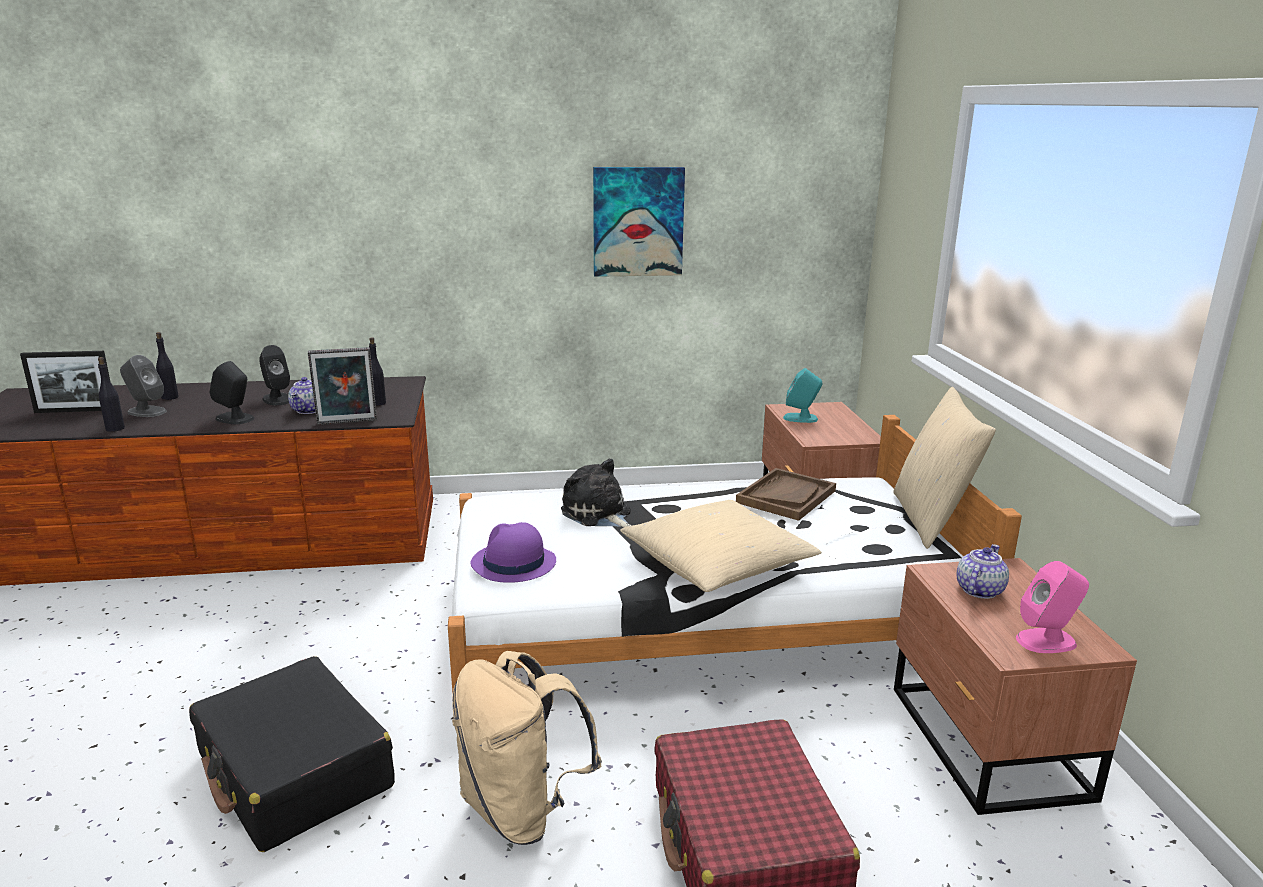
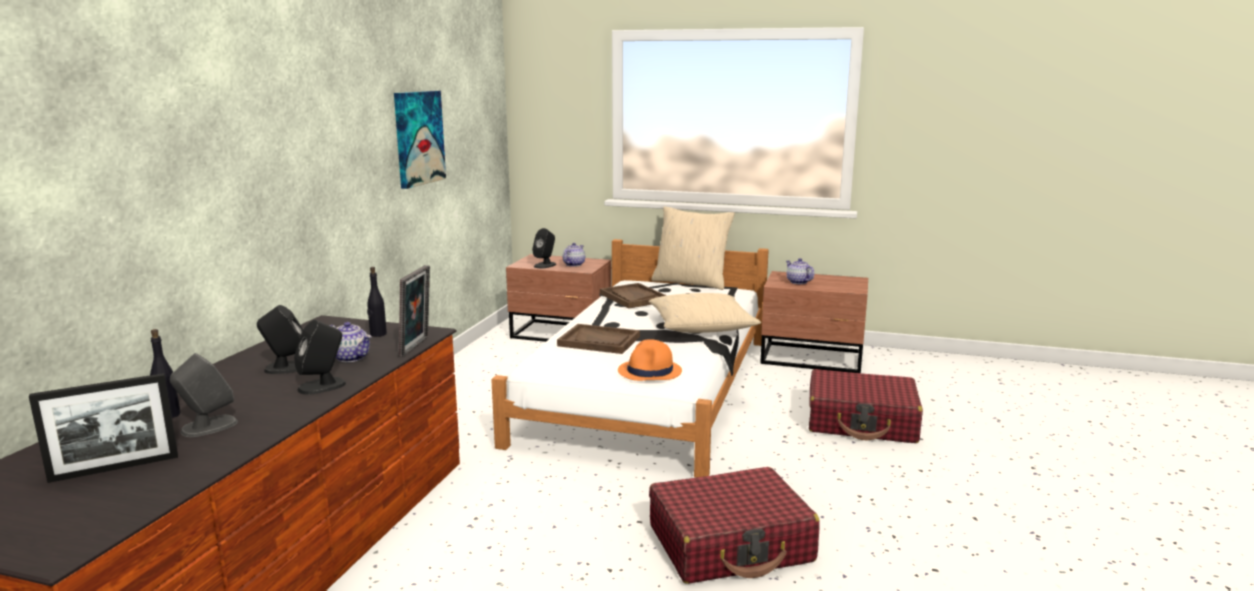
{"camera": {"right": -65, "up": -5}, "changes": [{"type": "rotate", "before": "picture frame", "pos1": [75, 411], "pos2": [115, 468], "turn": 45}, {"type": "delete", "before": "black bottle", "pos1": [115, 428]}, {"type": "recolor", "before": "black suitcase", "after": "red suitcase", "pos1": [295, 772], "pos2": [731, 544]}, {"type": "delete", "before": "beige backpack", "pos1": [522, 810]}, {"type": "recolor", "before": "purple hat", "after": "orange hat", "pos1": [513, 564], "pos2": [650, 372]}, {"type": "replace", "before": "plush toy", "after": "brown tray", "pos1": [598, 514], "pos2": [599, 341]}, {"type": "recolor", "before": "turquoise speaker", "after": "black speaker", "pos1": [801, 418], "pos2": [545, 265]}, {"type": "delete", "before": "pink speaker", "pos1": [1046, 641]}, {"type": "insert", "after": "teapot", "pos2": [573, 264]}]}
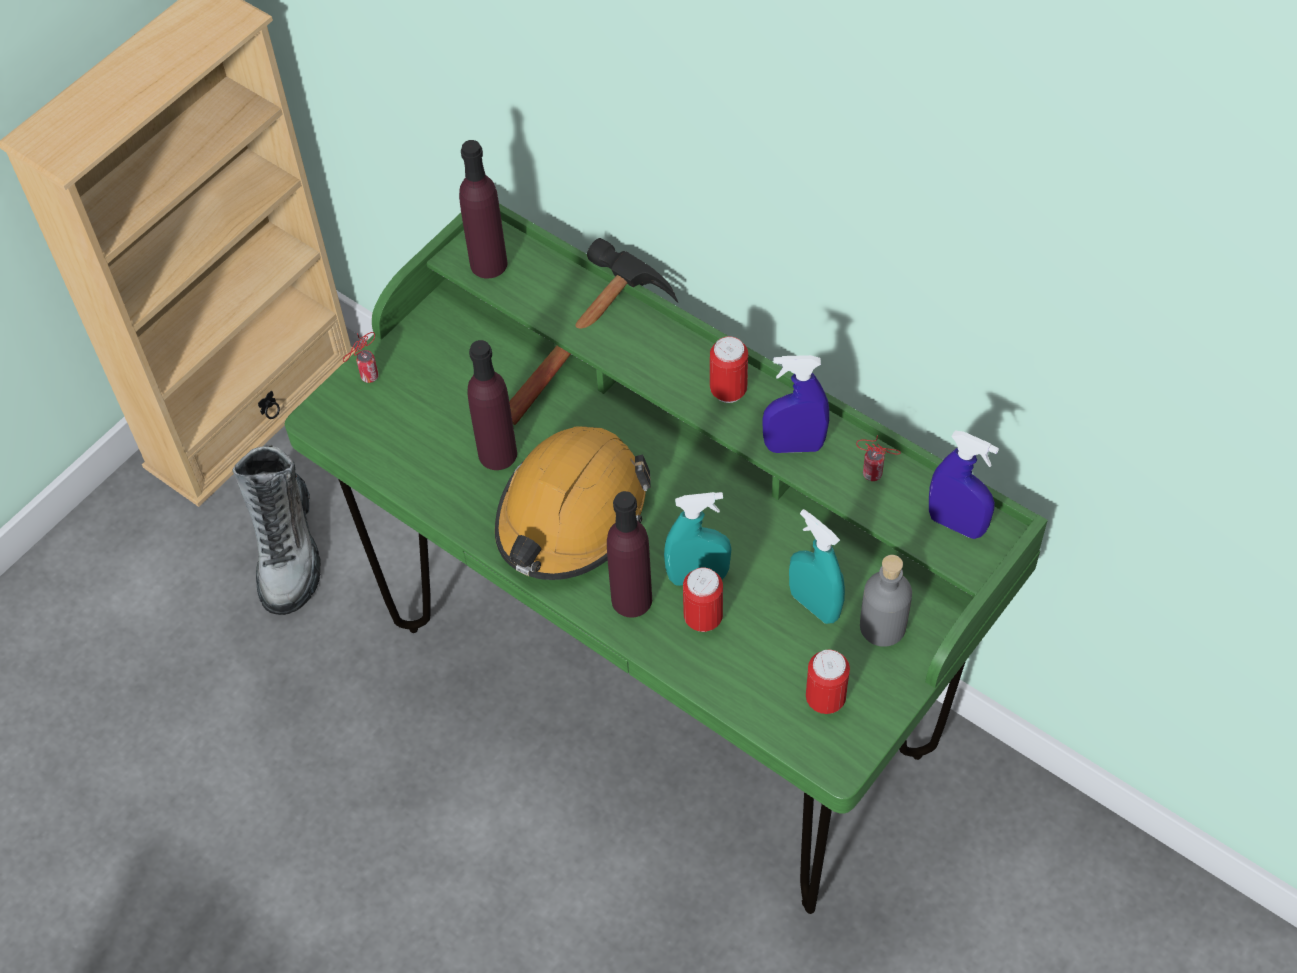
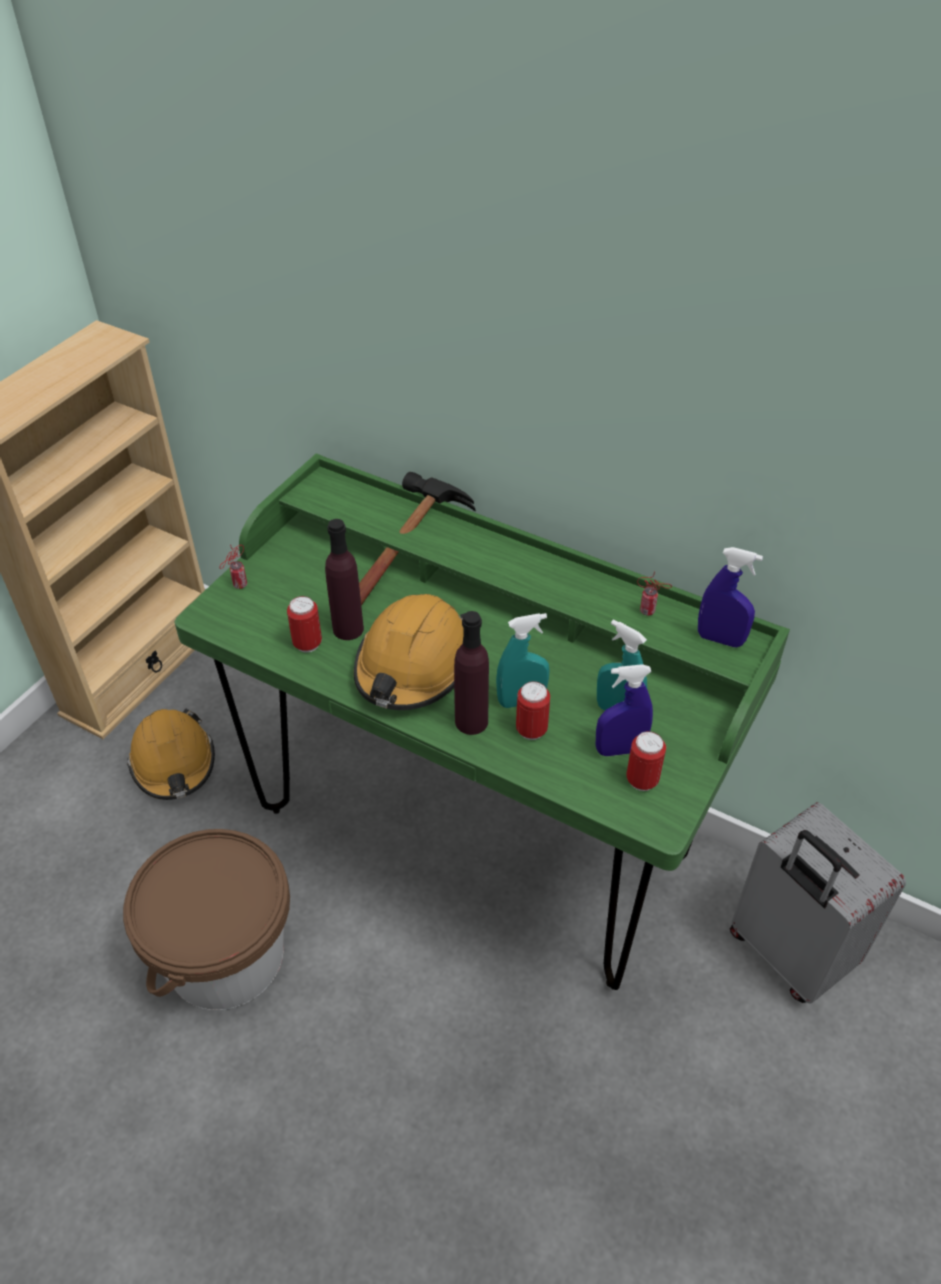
{"camera": {"right": -10, "up": -10}, "changes": [{"type": "replace", "before": "boot", "after": "orange hard hat", "pos1": [287, 549], "pos2": [173, 763]}, {"type": "delete", "before": "purple bottle", "pos1": [488, 264]}, {"type": "move", "before": "can", "pos1": [728, 391], "pos2": [307, 644]}, {"type": "move", "before": "blue spray bottle", "pos1": [794, 446], "pos2": [620, 750]}, {"type": "delete", "before": "grey bottle", "pos1": [882, 627]}, {"type": "insert", "after": "brown bucket", "pos2": [225, 955]}, {"type": "insert", "after": "grey suitcase", "pos2": [787, 954]}]}
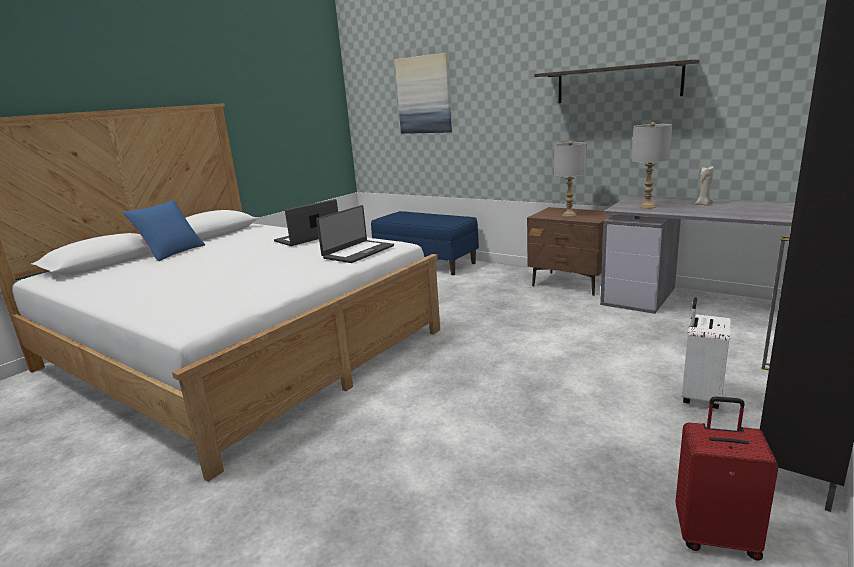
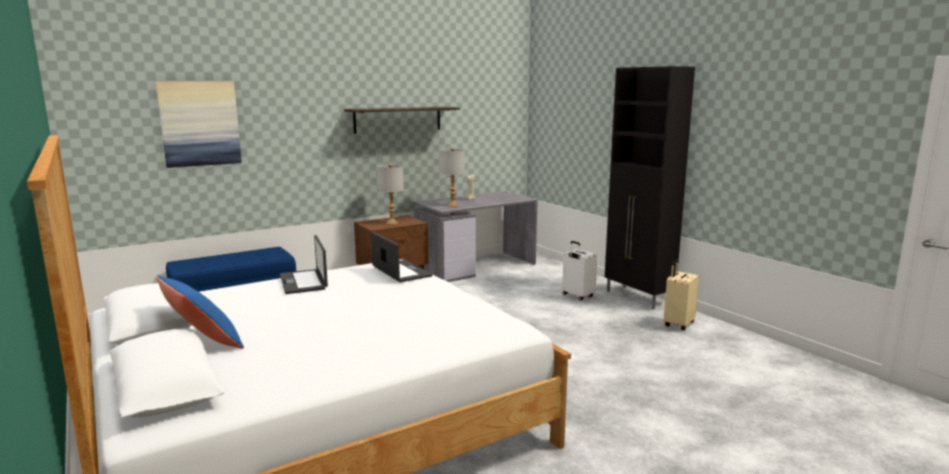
{"camera": {"right": -70, "up": -5}, "changes": [{"type": "recolor", "before": "red suitcase", "after": "beige suitcase", "pos1": [716, 536], "pos2": [678, 324]}]}
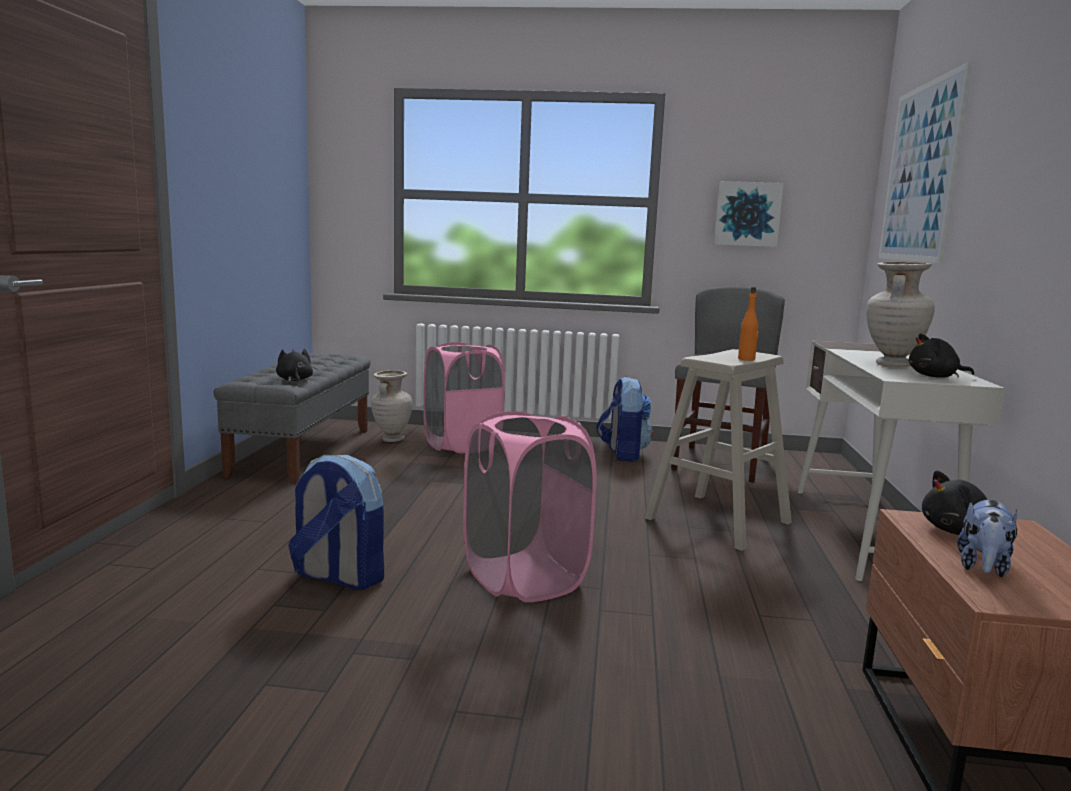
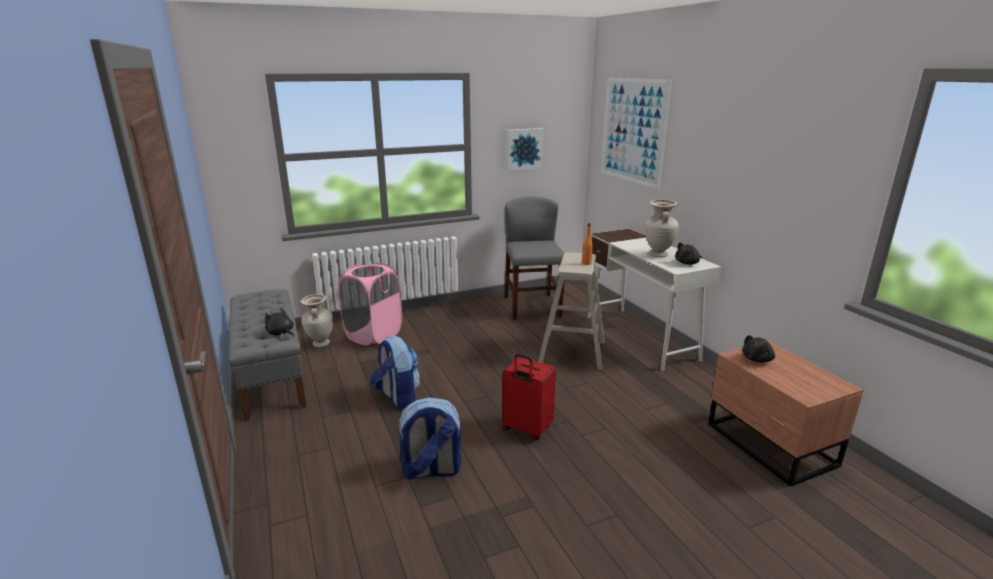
{"camera": {"right": -30, "up": 10}, "changes": [{"type": "replace", "before": "pink laundry basket", "after": "red suitcase", "pos1": [524, 578], "pos2": [526, 429]}, {"type": "move", "before": "backpack", "pos1": [623, 454], "pos2": [397, 398]}, {"type": "delete", "before": "plush toy", "pos1": [983, 568]}]}
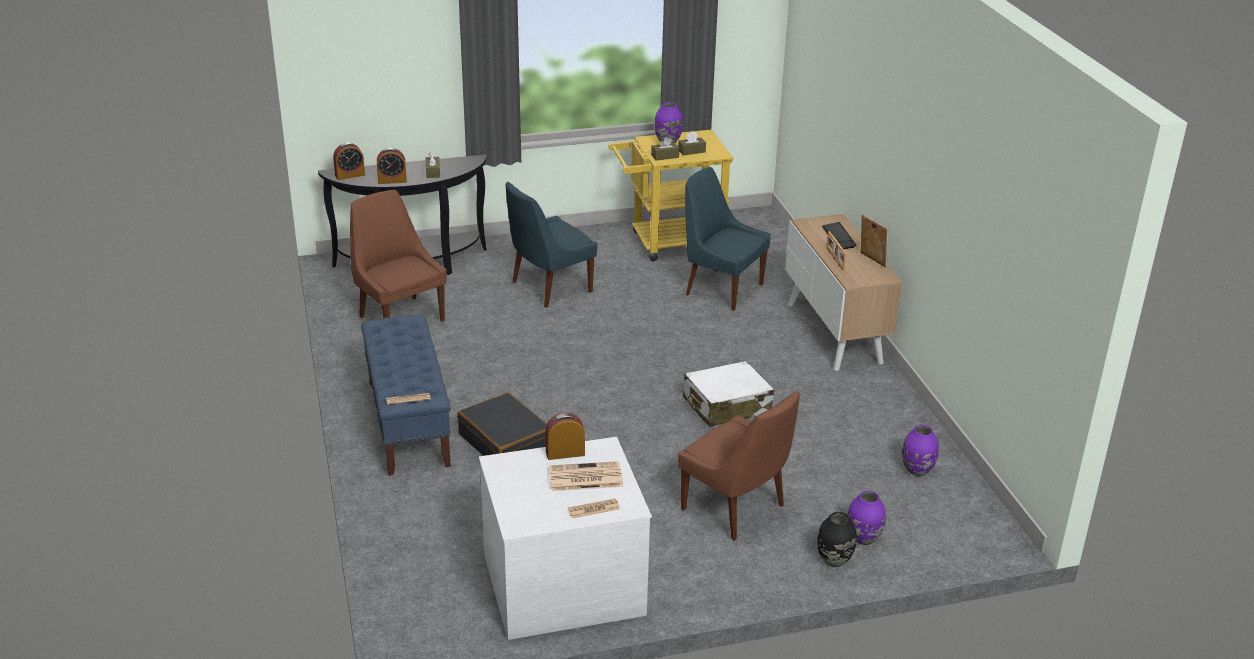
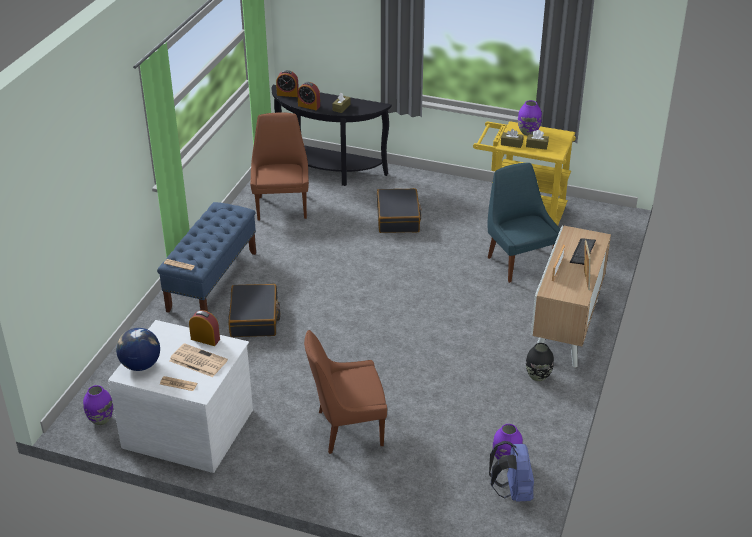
{"camera": {"right": 35, "up": 5}, "changes": [{"type": "replace", "before": "blue chair", "after": "black suitcase", "pos1": [549, 288], "pos2": [398, 218]}, {"type": "rotate", "before": "brown chair", "pos1": [736, 509], "pos2": [347, 429], "turn": 90}, {"type": "delete", "before": "white suitcase", "pos1": [726, 406]}, {"type": "move", "before": "black vase", "pos1": [833, 560], "pos2": [537, 376]}, {"type": "move", "before": "purple vase", "pos1": [863, 538], "pos2": [101, 420]}, {"type": "insert", "after": "globe", "pos2": [140, 365]}, {"type": "insert", "after": "blue backpack", "pos2": [512, 491]}]}
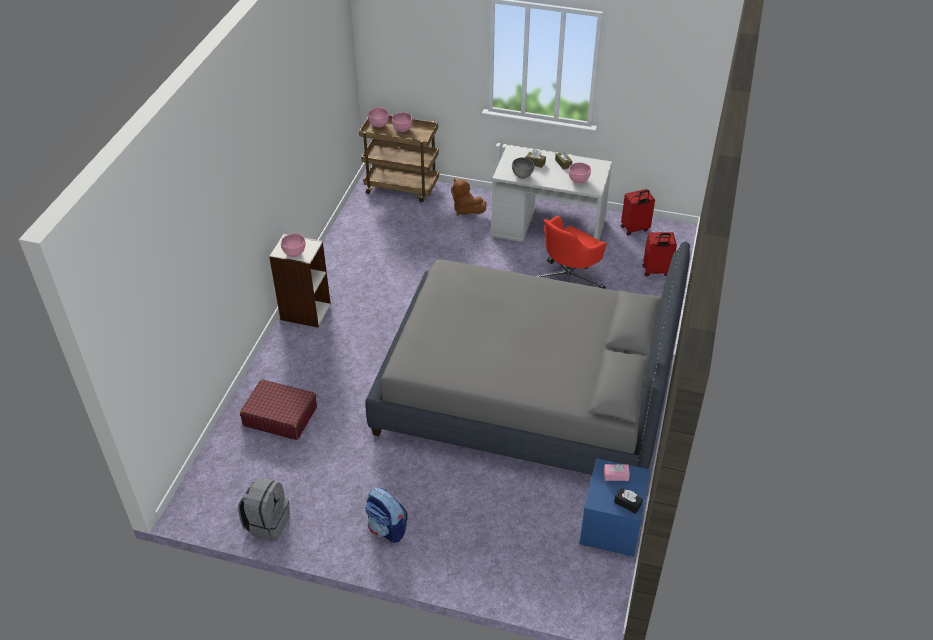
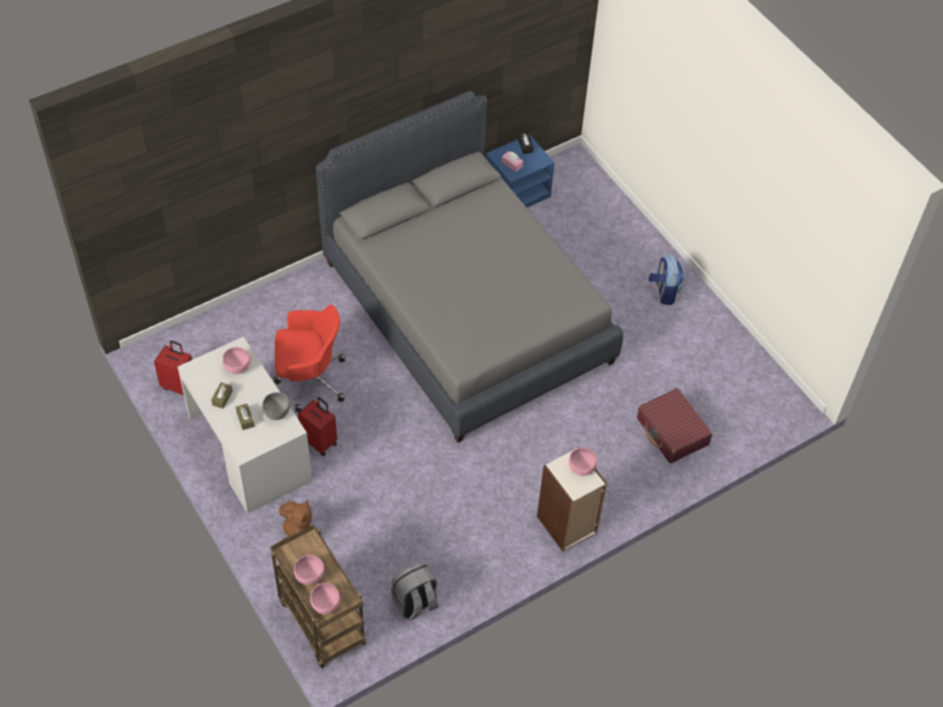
{"camera": {"right": -140, "up": 10}, "changes": [{"type": "move", "before": "grey backpack", "pos1": [267, 522], "pos2": [415, 603]}, {"type": "move", "before": "red suitcase", "pos1": [656, 271], "pos2": [320, 441]}]}
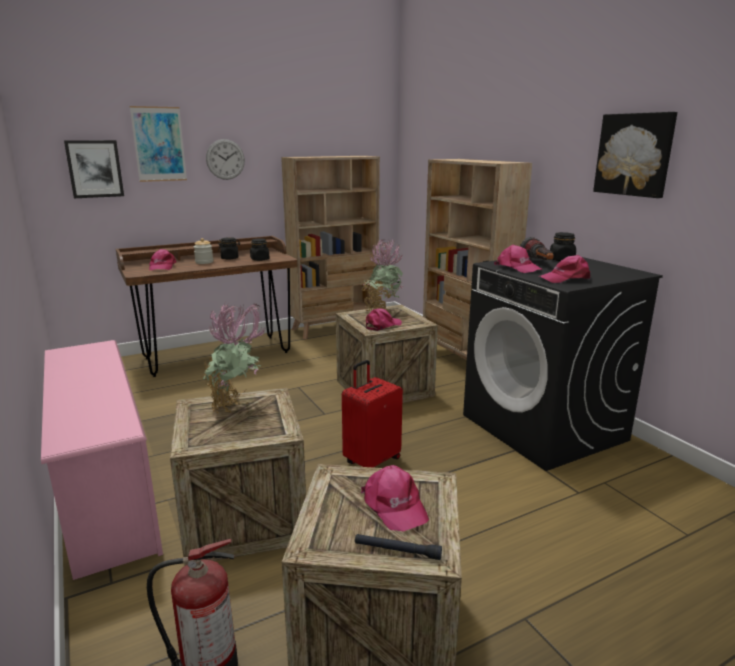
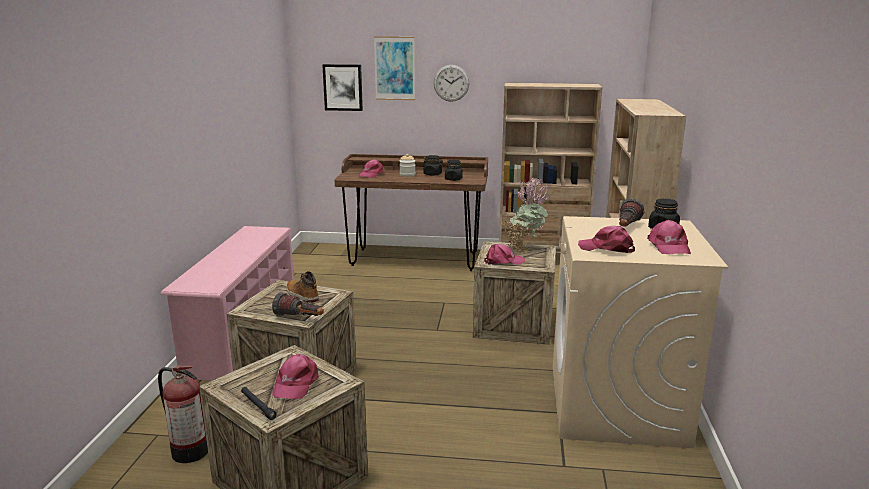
{"camera": {"right": 35, "up": 0}, "changes": [{"type": "replace", "before": "potted plant", "after": "boot", "pos1": [236, 408], "pos2": [301, 295]}, {"type": "delete", "before": "red suitcase", "pos1": [371, 460]}, {"type": "recolor", "before": "black washing machine", "after": "beige washing machine", "pos1": [544, 427], "pos2": [617, 405]}, {"type": "move", "before": "pink cap", "pos1": [517, 268], "pos2": [668, 246]}, {"type": "delete", "before": "picture", "pos1": [635, 154]}, {"type": "insert", "after": "flashlight", "pos2": [300, 318]}]}
